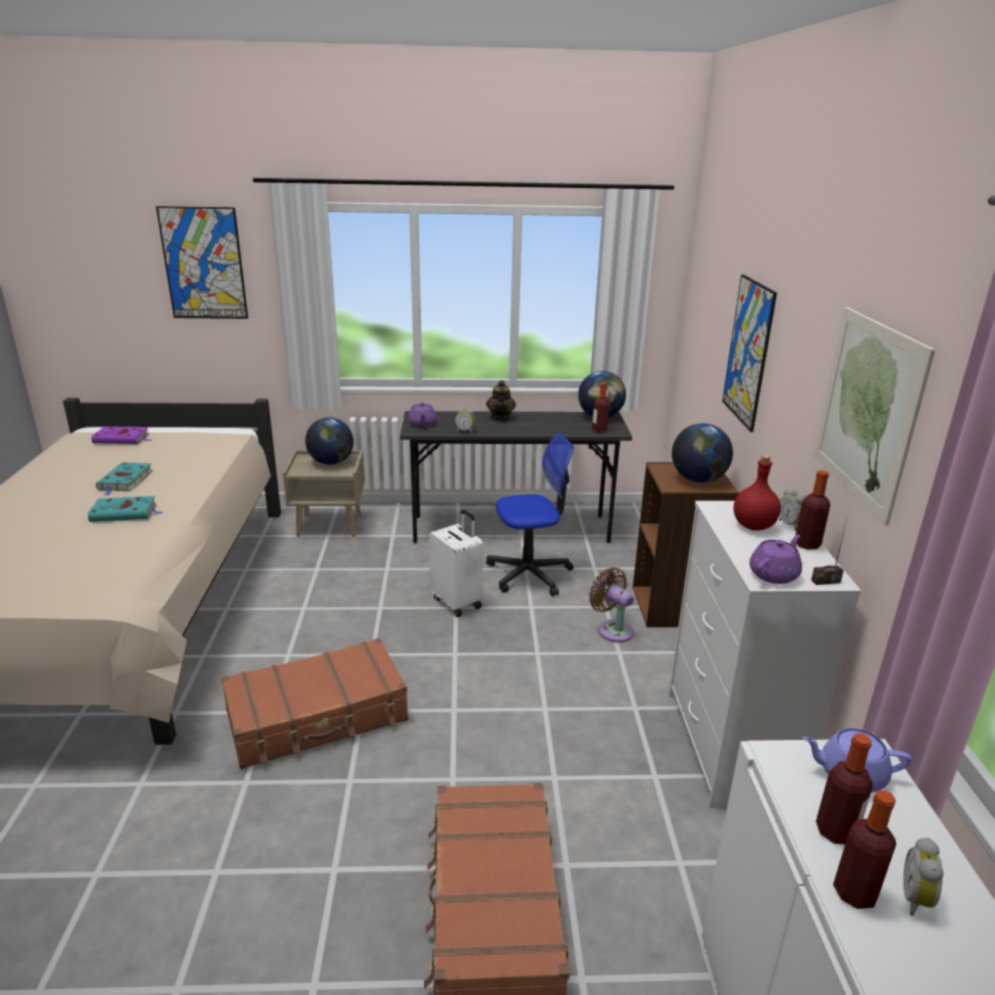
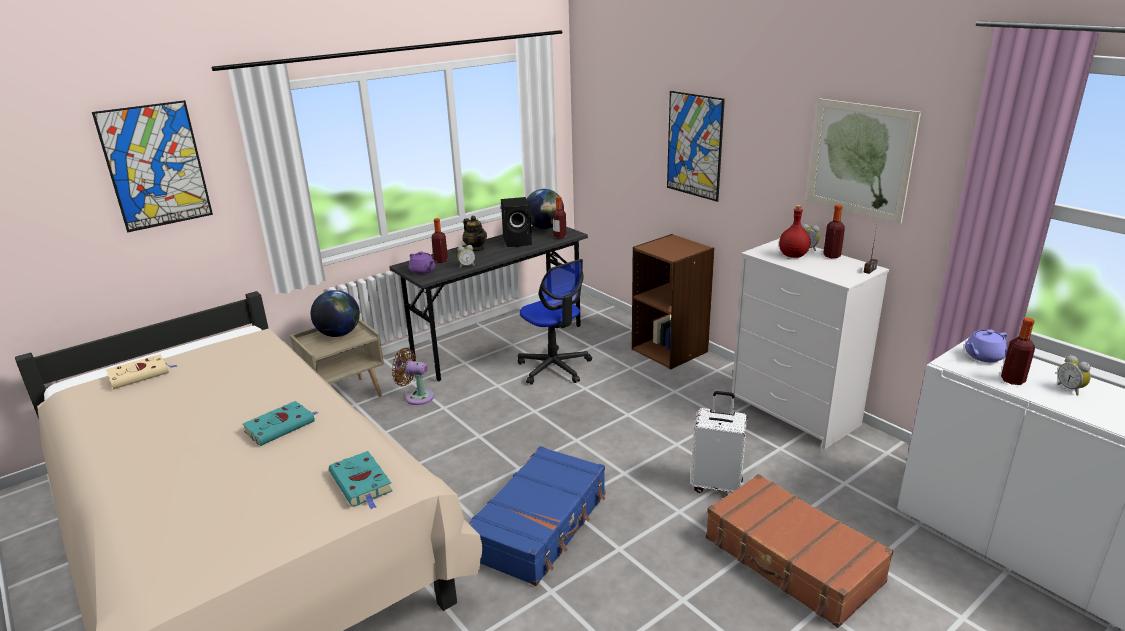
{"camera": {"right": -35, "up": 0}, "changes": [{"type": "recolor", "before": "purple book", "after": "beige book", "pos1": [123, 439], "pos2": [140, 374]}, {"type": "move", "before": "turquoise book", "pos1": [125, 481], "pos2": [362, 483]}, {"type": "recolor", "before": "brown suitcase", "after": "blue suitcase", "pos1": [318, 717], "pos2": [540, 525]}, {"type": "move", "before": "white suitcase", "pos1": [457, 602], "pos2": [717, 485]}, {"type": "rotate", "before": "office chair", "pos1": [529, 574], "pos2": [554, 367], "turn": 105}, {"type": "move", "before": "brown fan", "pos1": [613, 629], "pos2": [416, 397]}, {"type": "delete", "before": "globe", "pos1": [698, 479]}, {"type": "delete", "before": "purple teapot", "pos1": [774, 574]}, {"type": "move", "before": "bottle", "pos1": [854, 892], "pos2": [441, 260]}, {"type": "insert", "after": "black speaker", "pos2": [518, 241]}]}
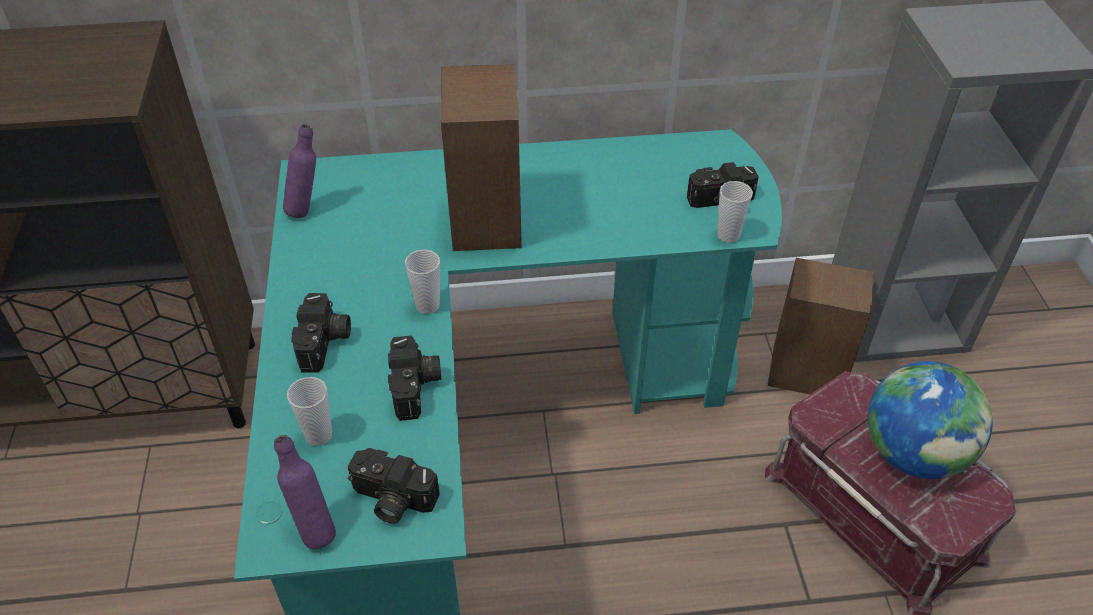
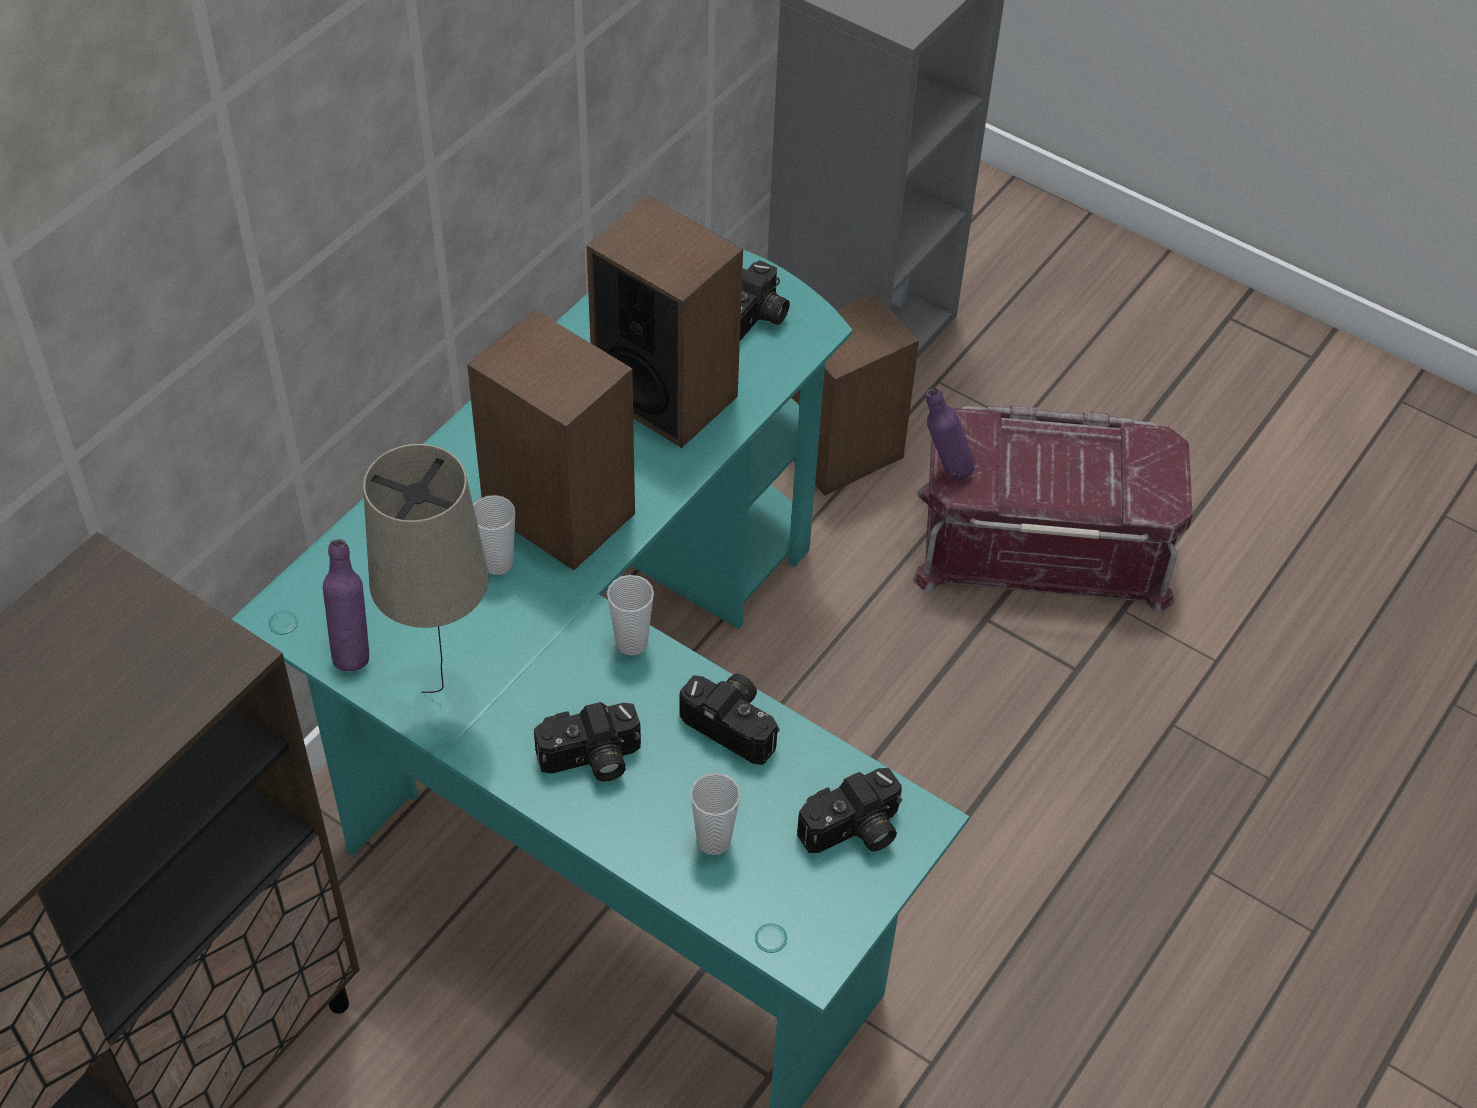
{"camera": {"right": -50, "up": 5}, "changes": [{"type": "move", "before": "purple bottle", "pos1": [314, 528], "pos2": [944, 471]}, {"type": "rotate", "before": "photo camera", "pos1": [325, 343], "pos2": [591, 760], "turn": 120}, {"type": "move", "before": "cup", "pos1": [728, 235], "pos2": [497, 563]}, {"type": "delete", "before": "globe", "pos1": [913, 453]}, {"type": "insert", "after": "beige table lamp", "pos2": [447, 701]}, {"type": "insert", "after": "speaker", "pos2": [665, 394]}]}
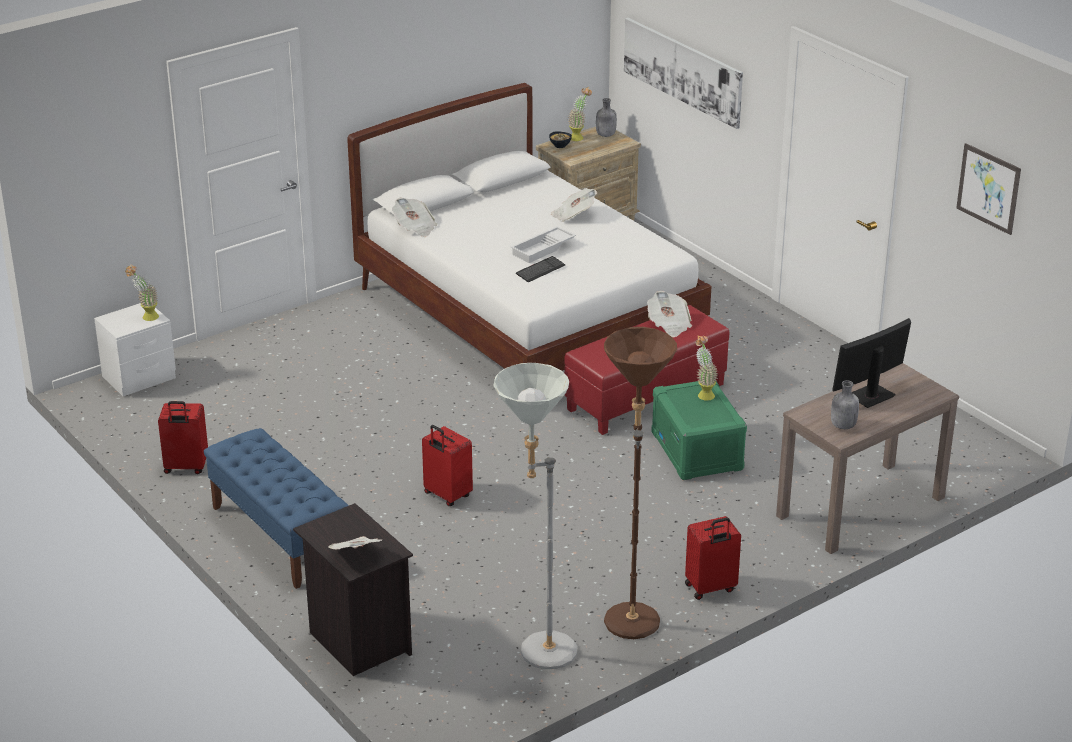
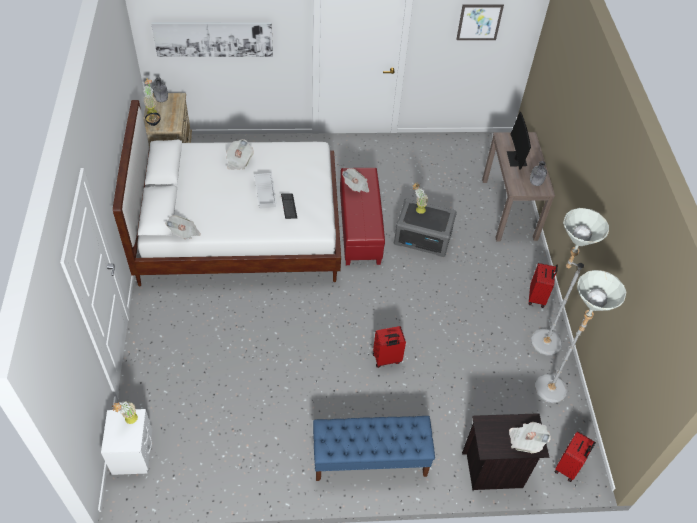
{"camera": {"right": -60, "up": 20}, "changes": [{"type": "move", "before": "red suitcase", "pos1": [186, 467], "pos2": [568, 467]}, {"type": "recolor", "before": "brown floor lamp", "after": "grey floor lamp", "pos1": [631, 614], "pos2": [539, 339]}, {"type": "recolor", "before": "green storage box", "after": "grey storage box", "pos1": [697, 451], "pos2": [423, 237]}]}
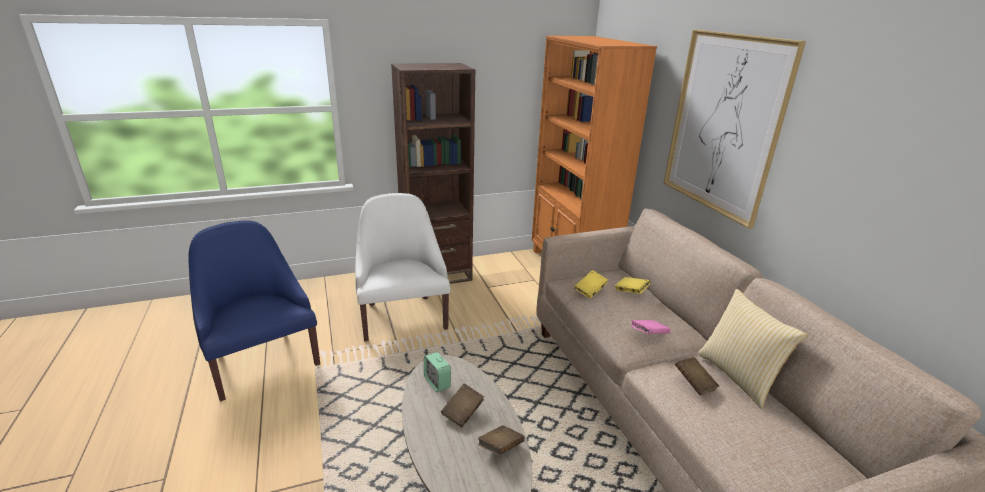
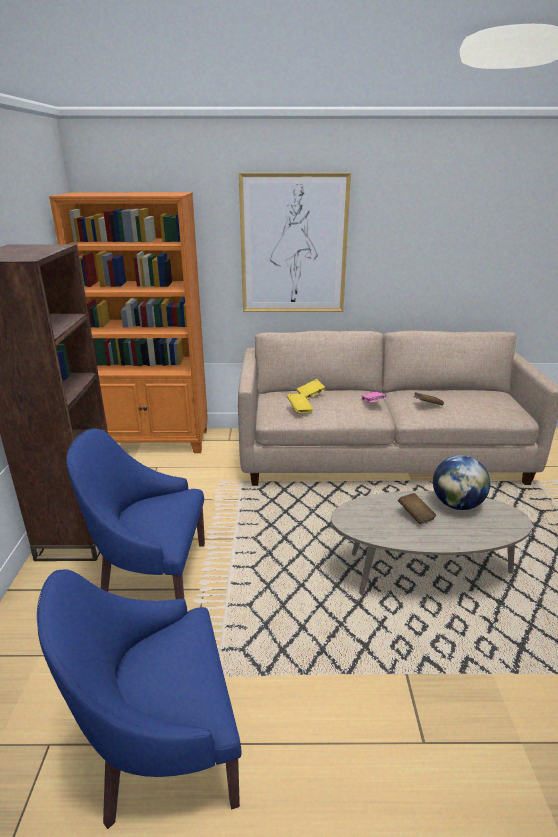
{"camera": {"right": -70, "up": 0}, "changes": [{"type": "recolor", "before": "white armchair", "after": "blue armchair", "pos1": [402, 316], "pos2": [152, 576]}, {"type": "delete", "before": "alarm clock", "pos1": [437, 382]}, {"type": "replace", "before": "brown book", "after": "globe", "pos1": [500, 448], "pos2": [456, 504]}, {"type": "delete", "before": "pillow", "pos1": [738, 376]}]}
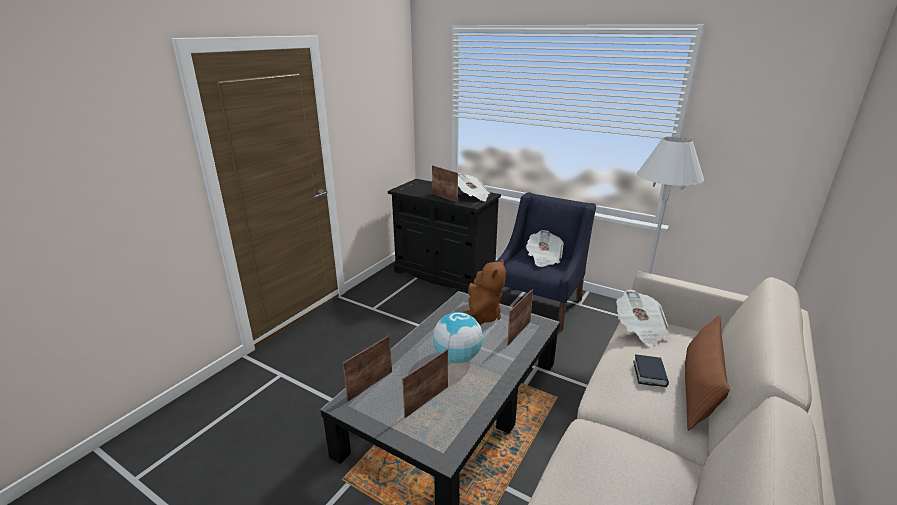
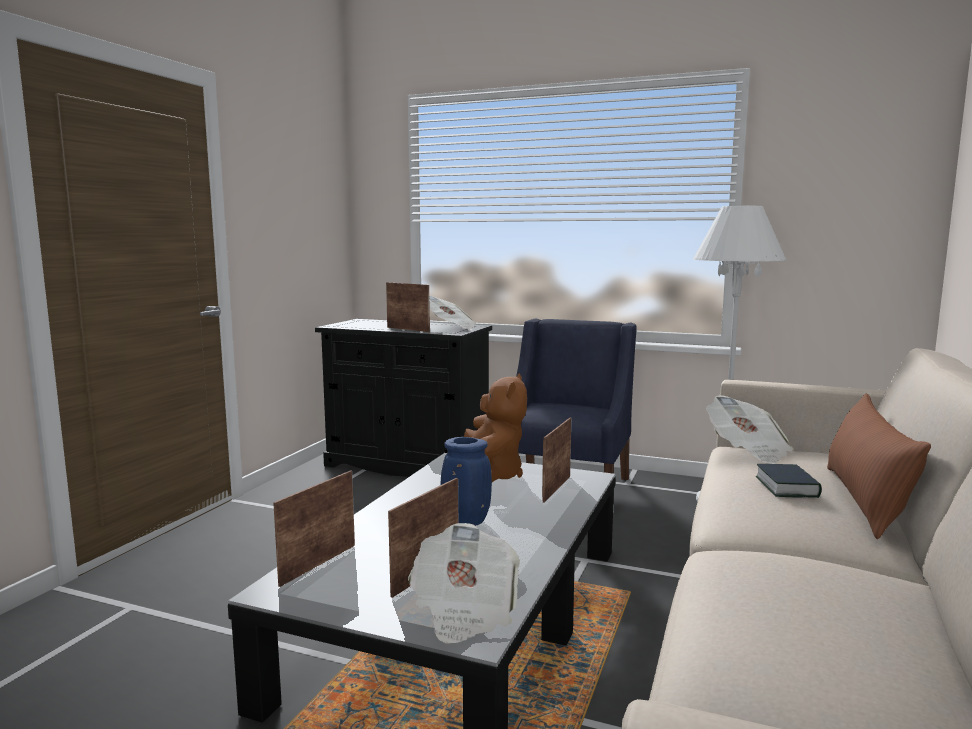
{"camera": {"right": -10, "up": -15}, "changes": [{"type": "replace", "before": "globe", "after": "blue vase", "pos1": [457, 357], "pos2": [464, 521]}, {"type": "move", "before": "newspaper", "pos1": [543, 258], "pos2": [464, 610]}]}
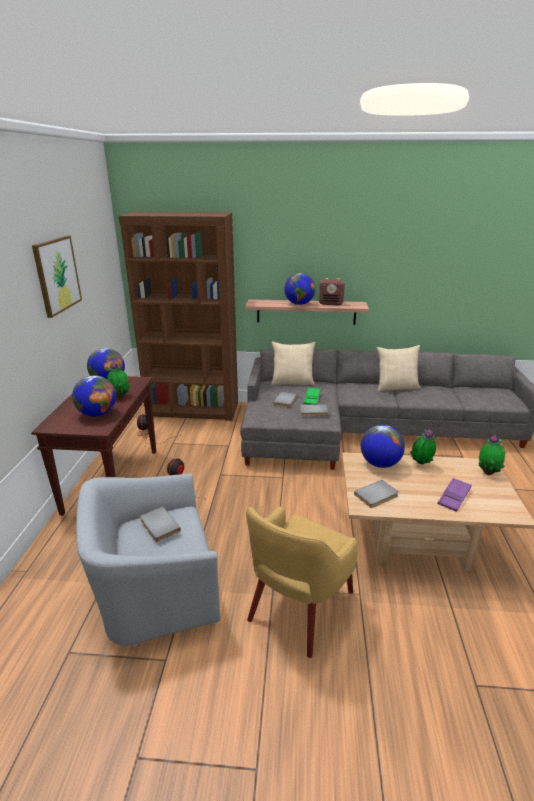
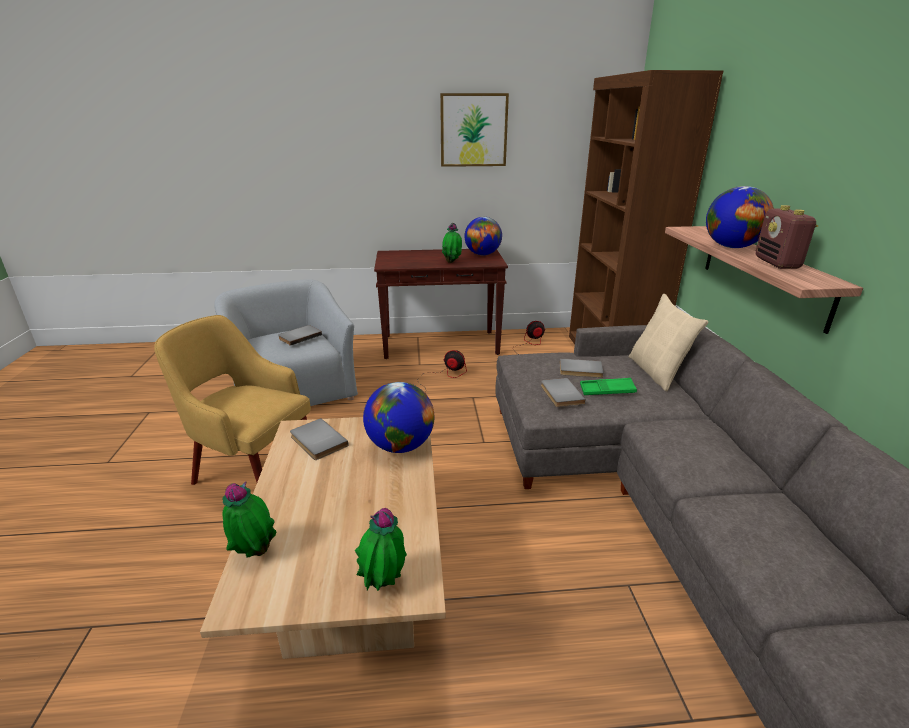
{"camera": {"right": 80, "up": 0}, "changes": [{"type": "delete", "before": "globe", "pos1": [97, 414]}, {"type": "delete", "before": "beige pillow", "pos1": [396, 387]}, {"type": "move", "before": "potted plant", "pos1": [420, 465], "pos2": [255, 552]}, {"type": "delete", "before": "purple tray", "pos1": [454, 497]}]}
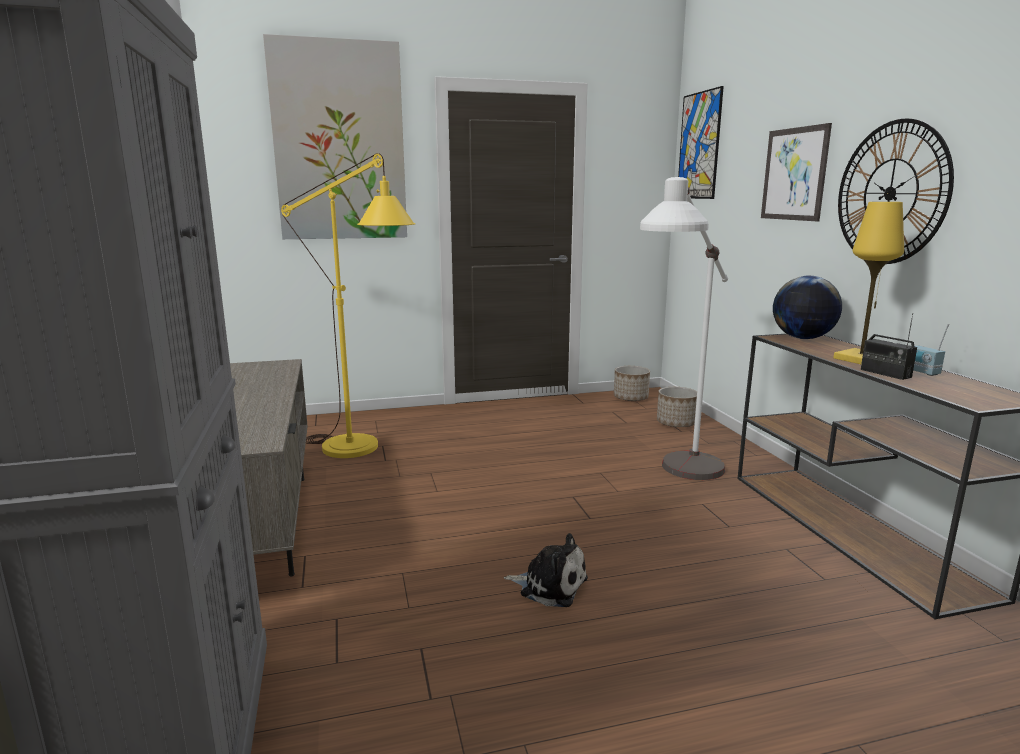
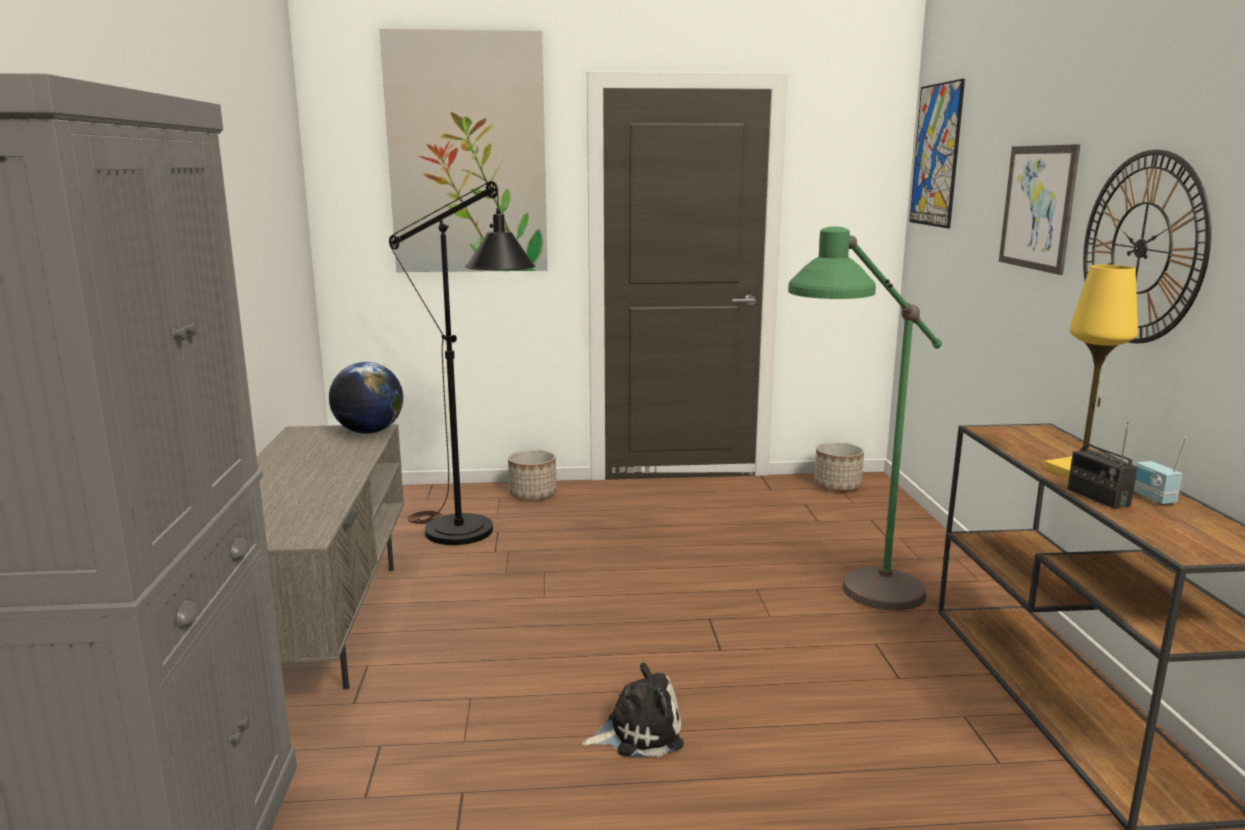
{"camera": {"right": 10, "up": 0}, "changes": [{"type": "recolor", "before": "yellow floor lamp", "after": "black floor lamp", "pos1": [362, 450], "pos2": [472, 536]}, {"type": "rotate", "before": "plush toy", "pos1": [550, 585], "pos2": [638, 732], "turn": -45}, {"type": "recolor", "before": "white floor lamp", "after": "green floor lamp", "pos1": [678, 482], "pos2": [855, 611]}, {"type": "move", "before": "planter", "pos1": [676, 423], "pos2": [533, 494]}, {"type": "move", "before": "globe", "pos1": [802, 338], "pos2": [368, 432]}]}
